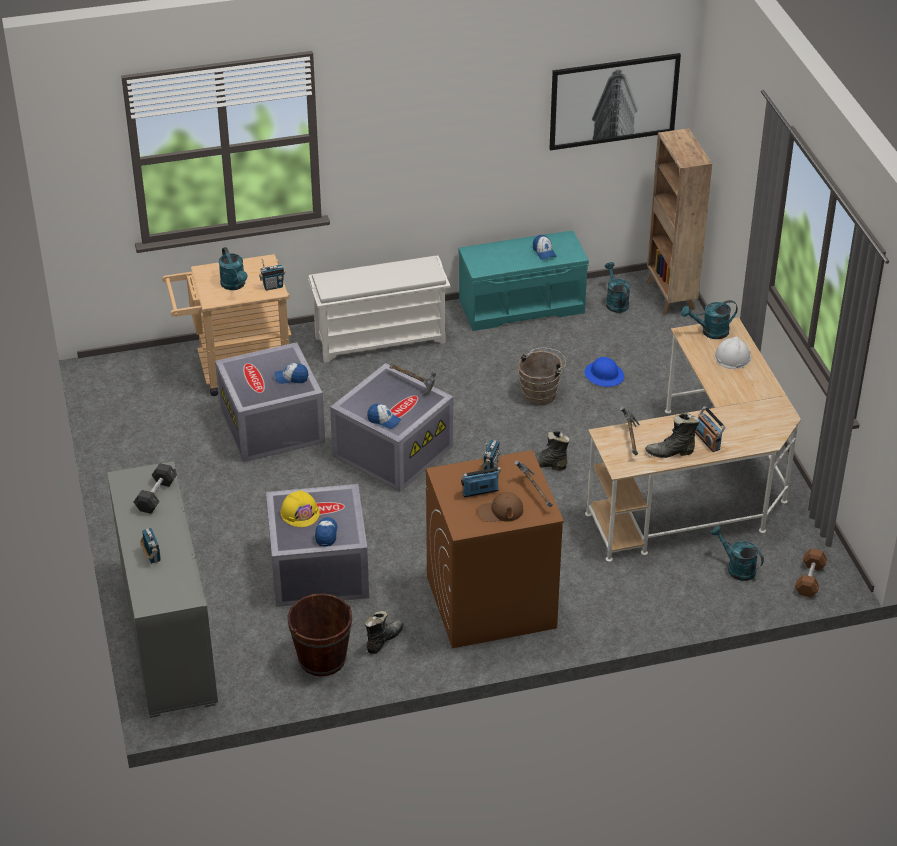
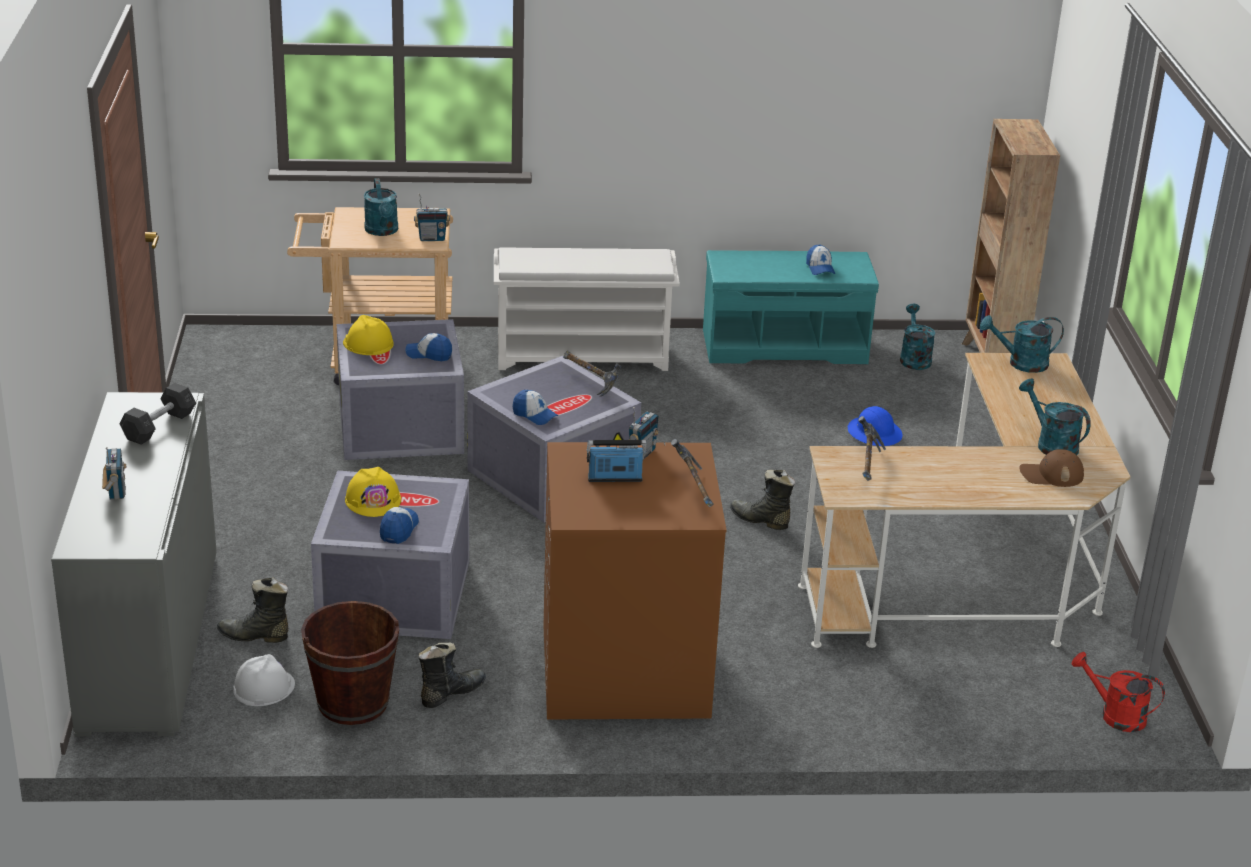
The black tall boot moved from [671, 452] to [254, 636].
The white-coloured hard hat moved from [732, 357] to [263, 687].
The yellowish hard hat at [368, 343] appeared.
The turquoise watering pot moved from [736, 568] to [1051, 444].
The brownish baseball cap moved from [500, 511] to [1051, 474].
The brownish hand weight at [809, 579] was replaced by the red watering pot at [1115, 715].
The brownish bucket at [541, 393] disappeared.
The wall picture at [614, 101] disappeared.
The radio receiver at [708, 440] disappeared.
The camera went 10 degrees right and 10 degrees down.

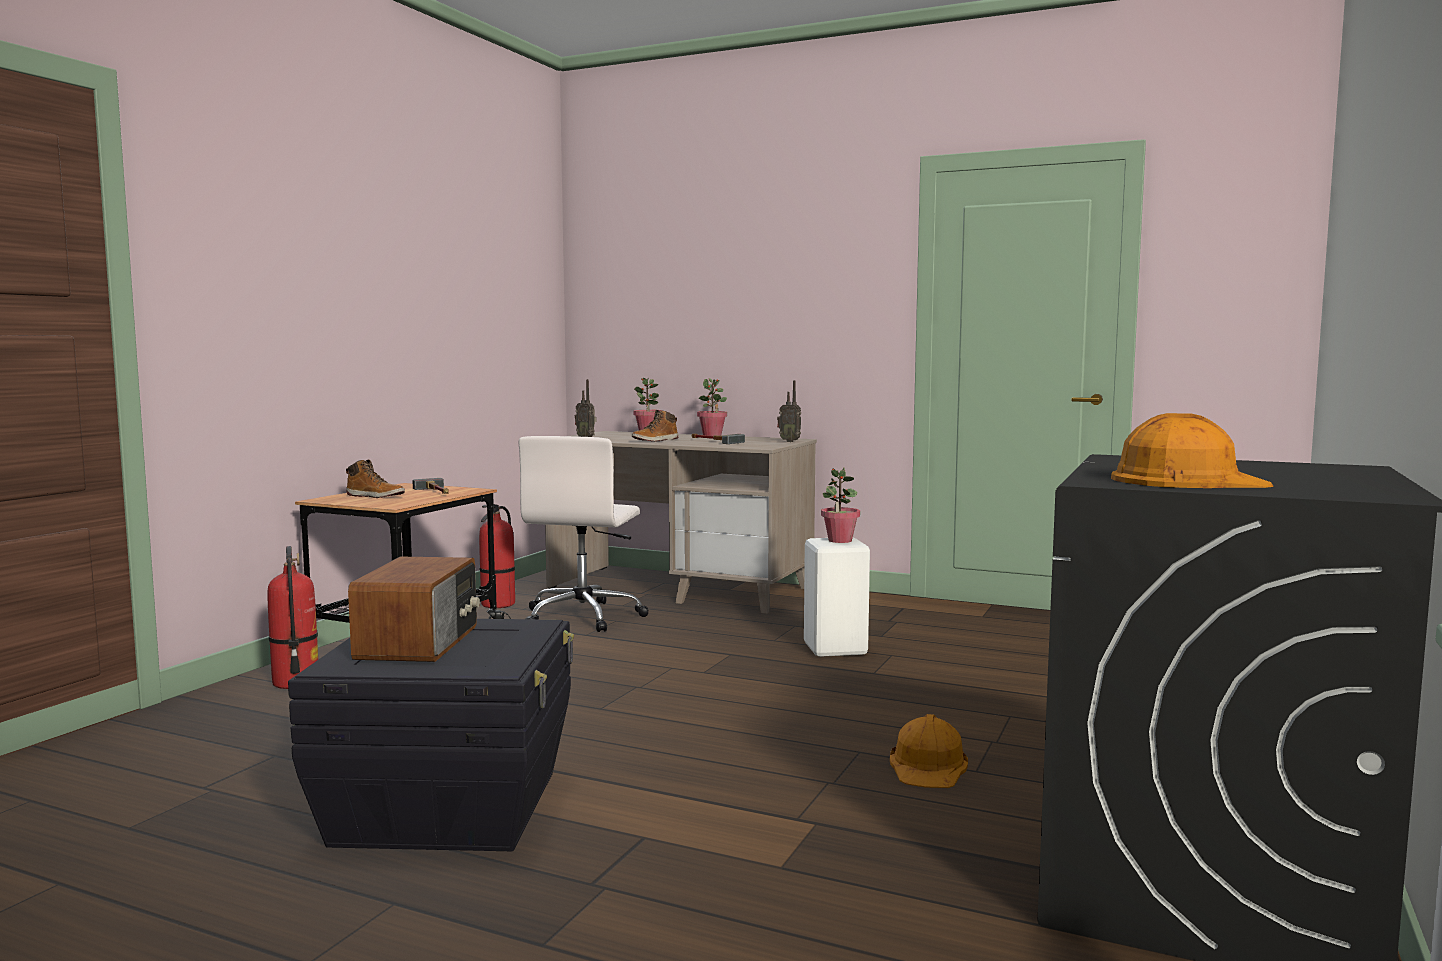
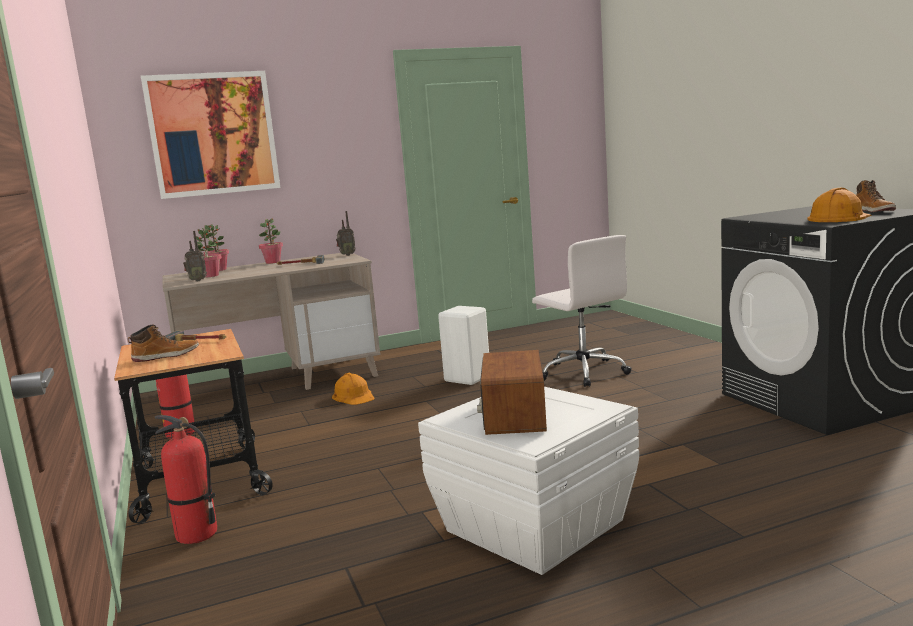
The wall picture at [213, 134] appeared.
The plant in a pot moved from [839, 540] to [210, 276].
The orange-coloured hard hat moved from [928, 765] to [354, 396].
The black storage container at [450, 806] became the white-coloured storage container at [534, 524].
The radio receiver at [420, 642] turned 135 degrees counterclockwise.
The white-coloured office chair moved from [583, 616] to [582, 372].
The tall boot moved from [656, 440] to [874, 211].
The camera went 45 degrees left and 5 degrees up.

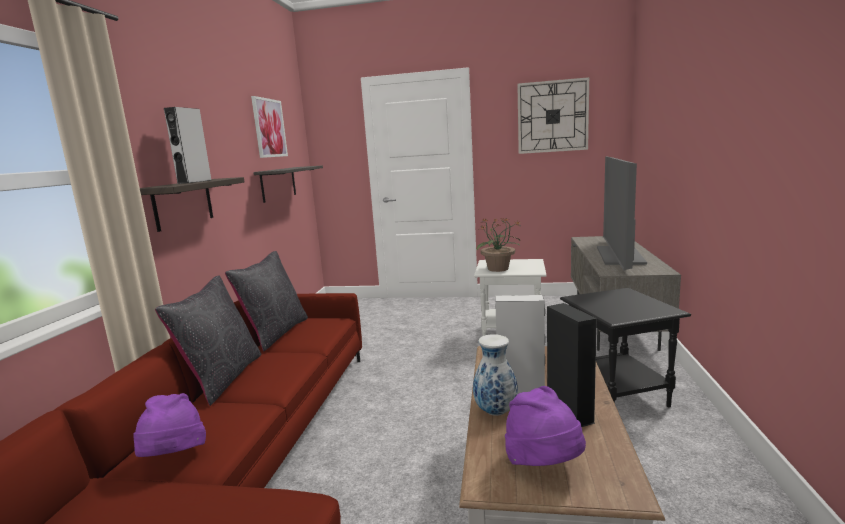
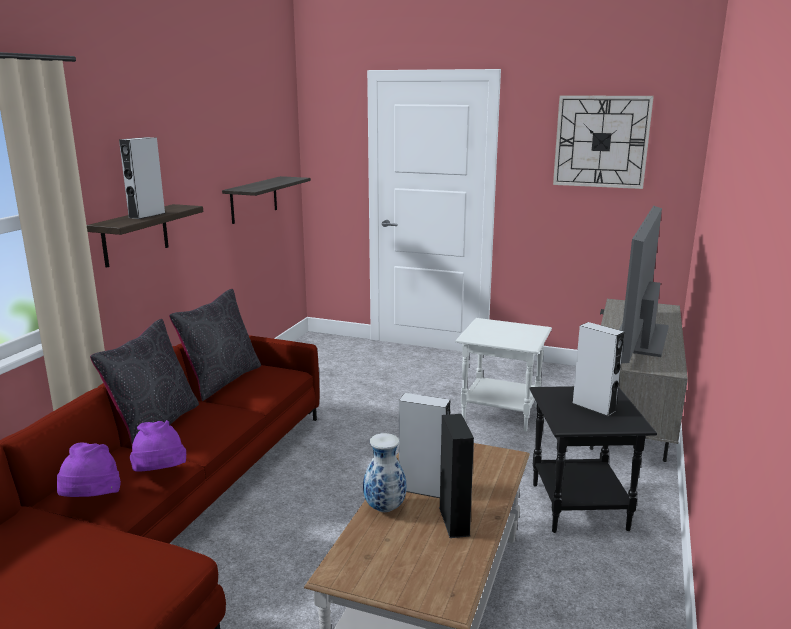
The purple wearable hat moved from [544, 464] to [160, 475].
The gray audio speaker at [593, 407] appeared.
The wall picture at [269, 128] disappeared.
The plant in a pot at [498, 269] disappeared.
The camera went 10 degrees right and 5 degrees up.

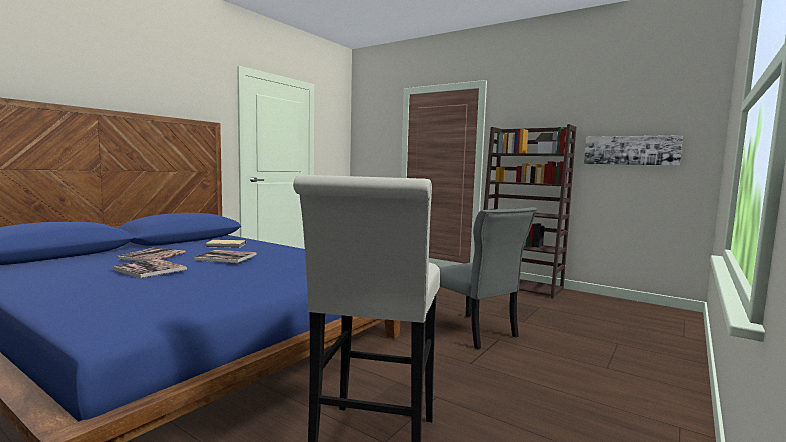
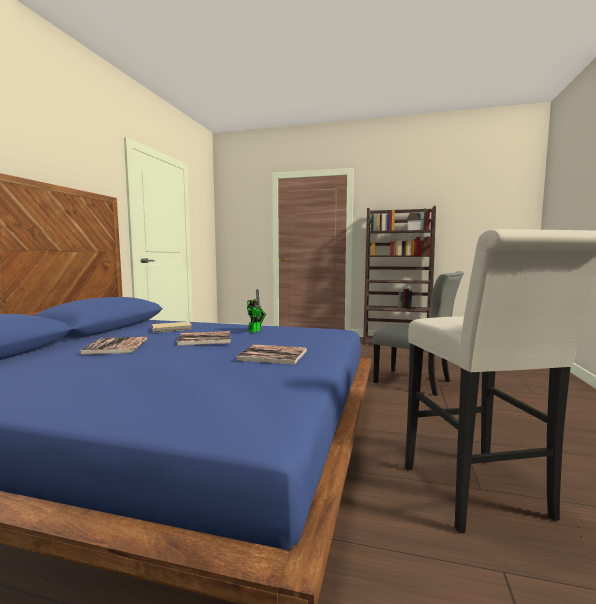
The volume moved from [150, 269] to [273, 355].
The model robot at [255, 330] appeared.
The wall picture at [630, 150] disappeared.
The camera went 20 degrees left and 0 degrees up.

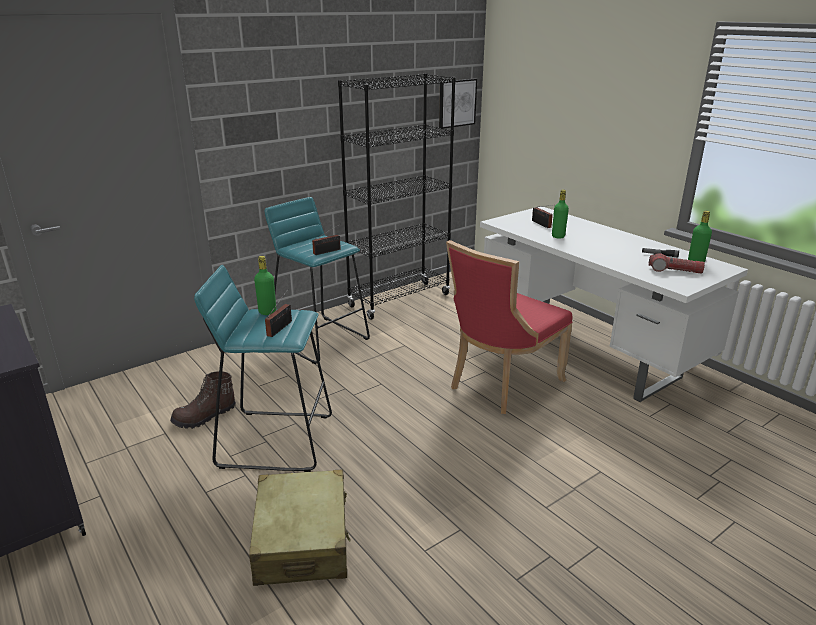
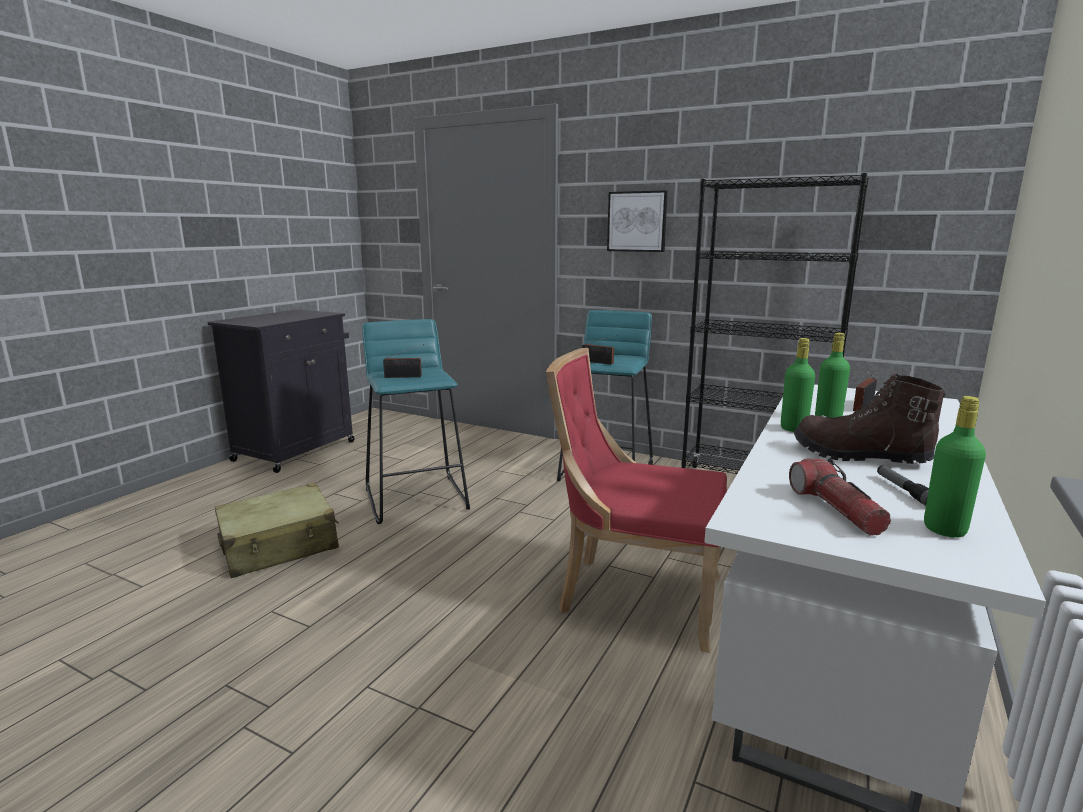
The wall picture moved from [456, 103] to [637, 221].
The green bottle moved from [267, 312] to [793, 429].
The brownish tall boot moved from [205, 417] to [859, 456].
The camera went 65 degrees right and 10 degrees down.

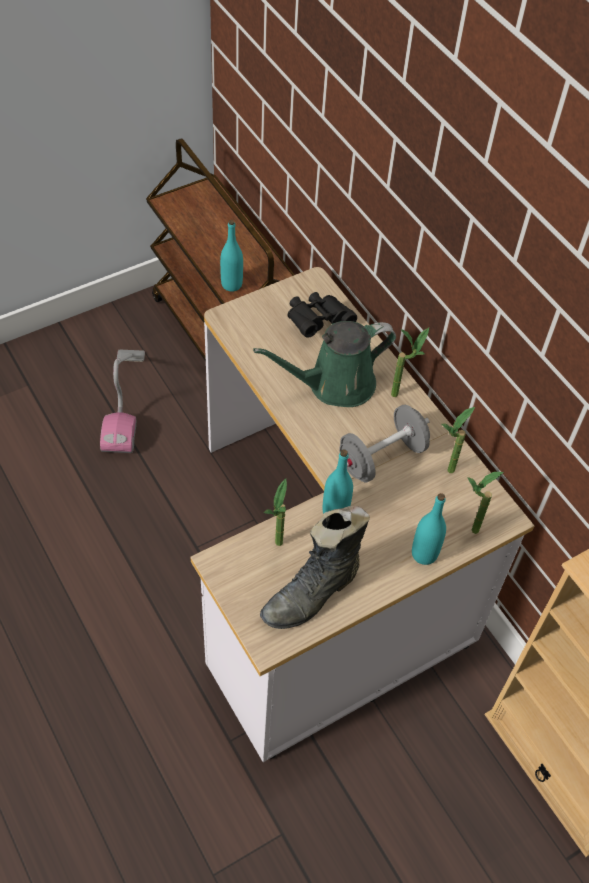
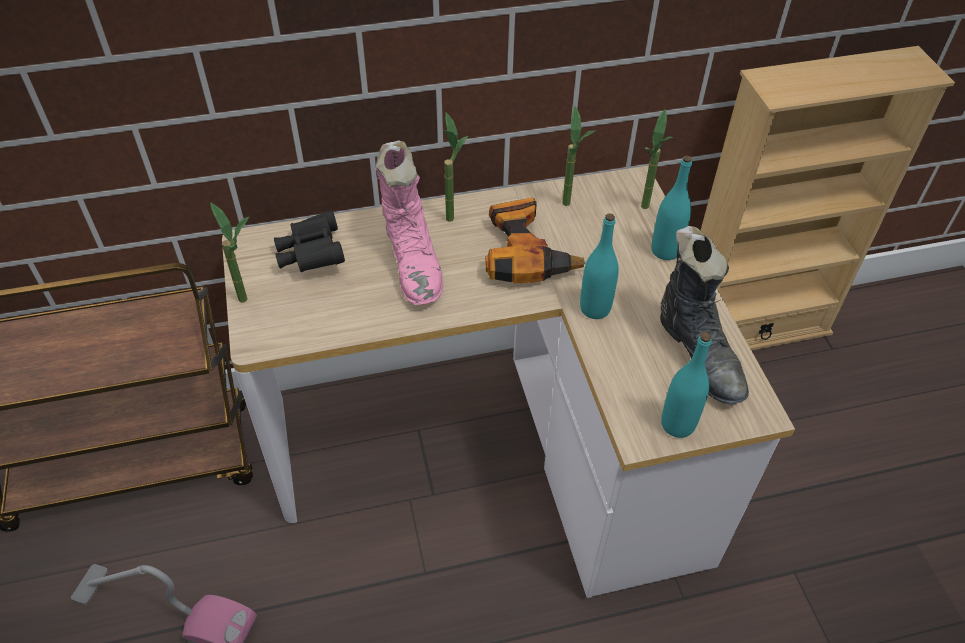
The plant in a pot moved from [277, 549] to [251, 302].
The green watering pot at [335, 384] was replaced by the pinkish tall boot at [414, 264].
The gray hand weight at [381, 457] was replaced by the power drill at [532, 251].
The turquoise bottle moved from [231, 284] to [677, 424].
The camera went 70 degrees left and 5 degrees down.

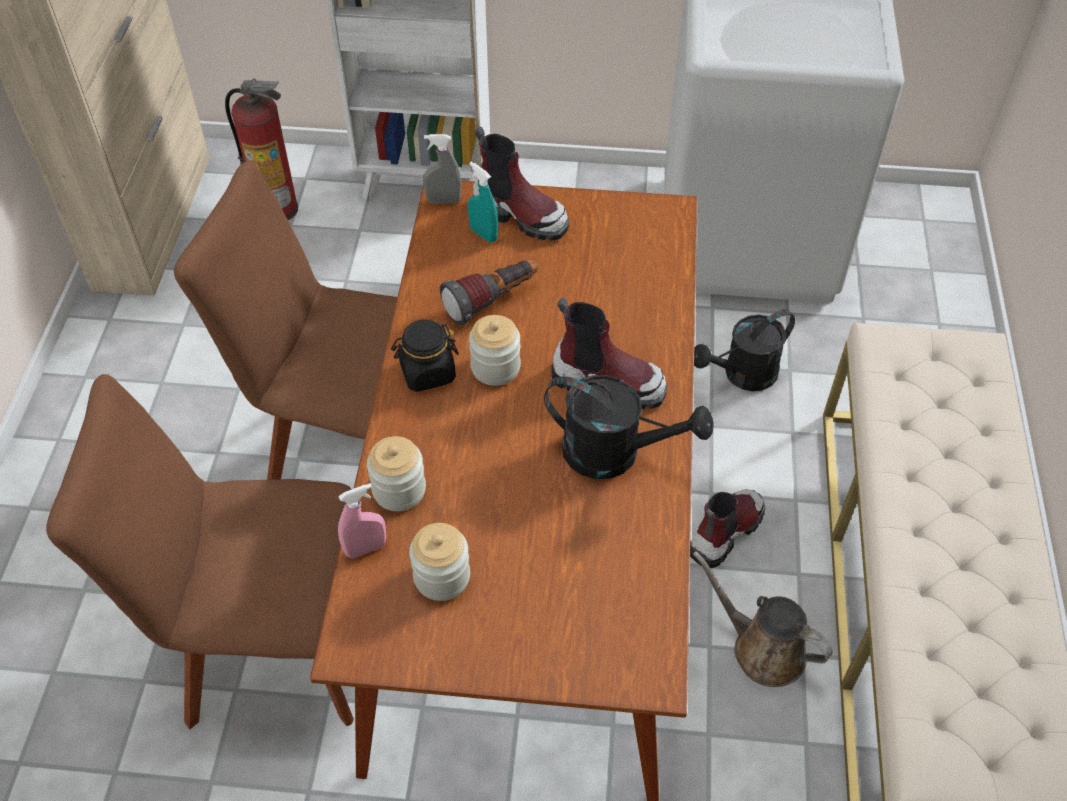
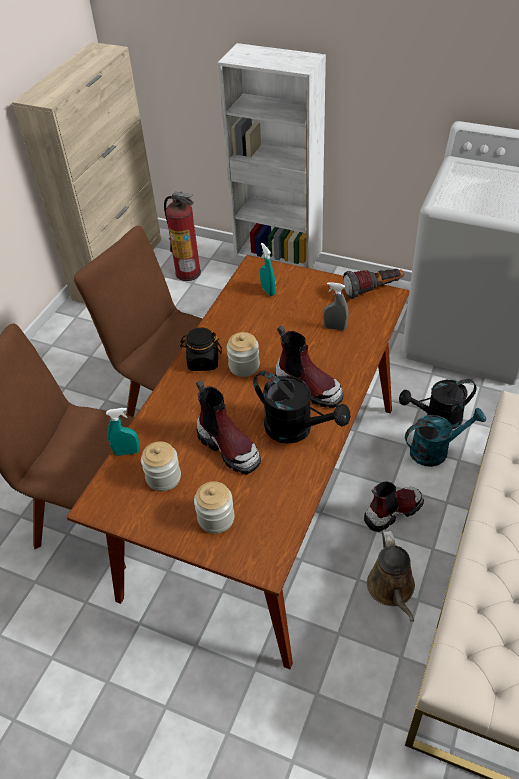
The pinkish sprayer at [366, 549] became the turquoise sprayer at [127, 452].
The storage jar moved from [399, 490] to [216, 518].
The tall boot moved from [520, 215] to [229, 447].
The gray sprayer moved from [443, 201] to [335, 327].
The flashlight moved from [492, 302] to [373, 290].
The brownish watering pot at [762, 649] turned 150 degrees counterclockwise.
The turquoise watering pot at [435, 450] appeared.
The camera went 20 degrees right and 5 degrees down.

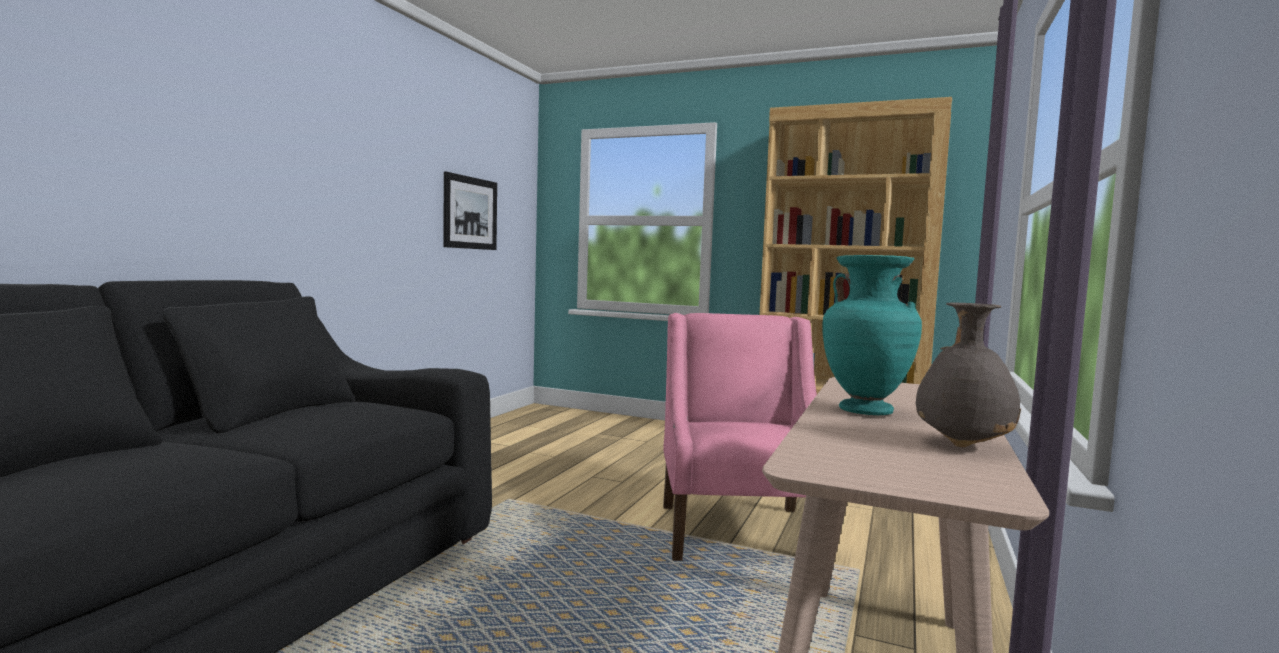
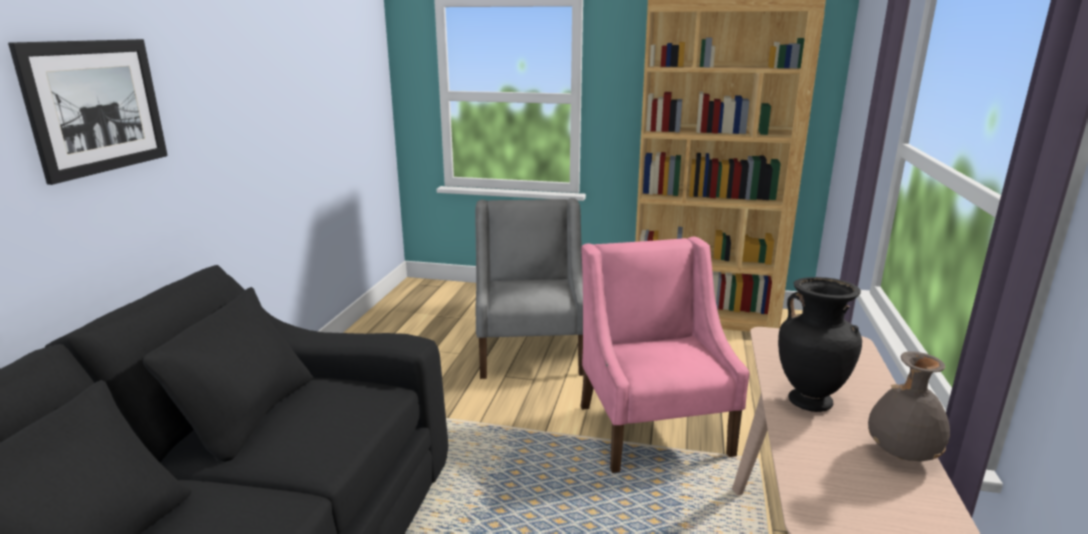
The wall picture moved from [470, 213] to [96, 106].
The gray armchair at [531, 352] appeared.
The turquoise decorative vase at [865, 411] became the black decorative vase at [809, 401].
The camera went 10 degrees left and 15 degrees up.

